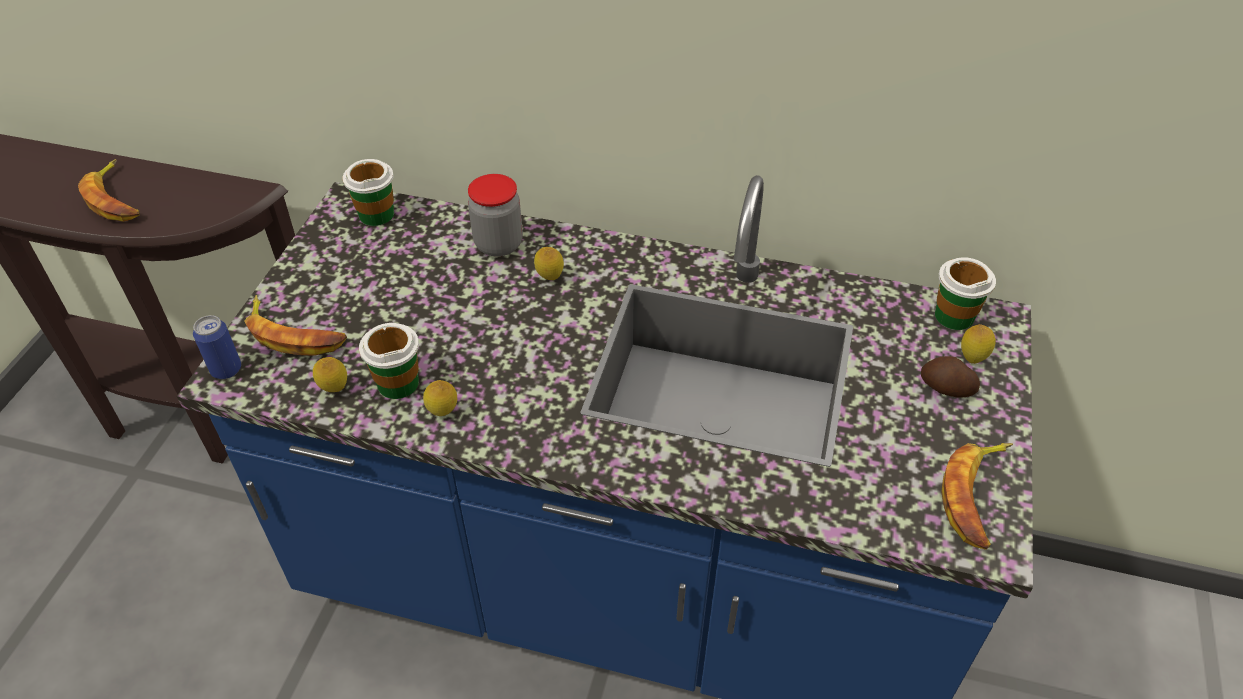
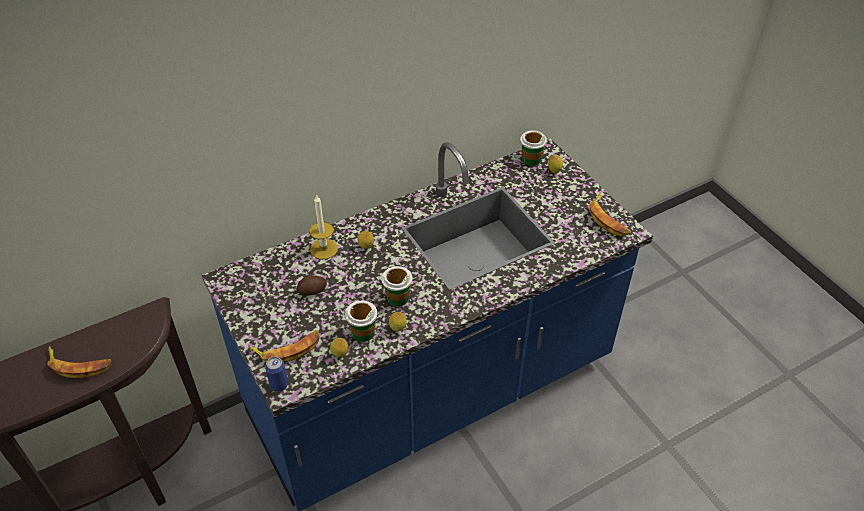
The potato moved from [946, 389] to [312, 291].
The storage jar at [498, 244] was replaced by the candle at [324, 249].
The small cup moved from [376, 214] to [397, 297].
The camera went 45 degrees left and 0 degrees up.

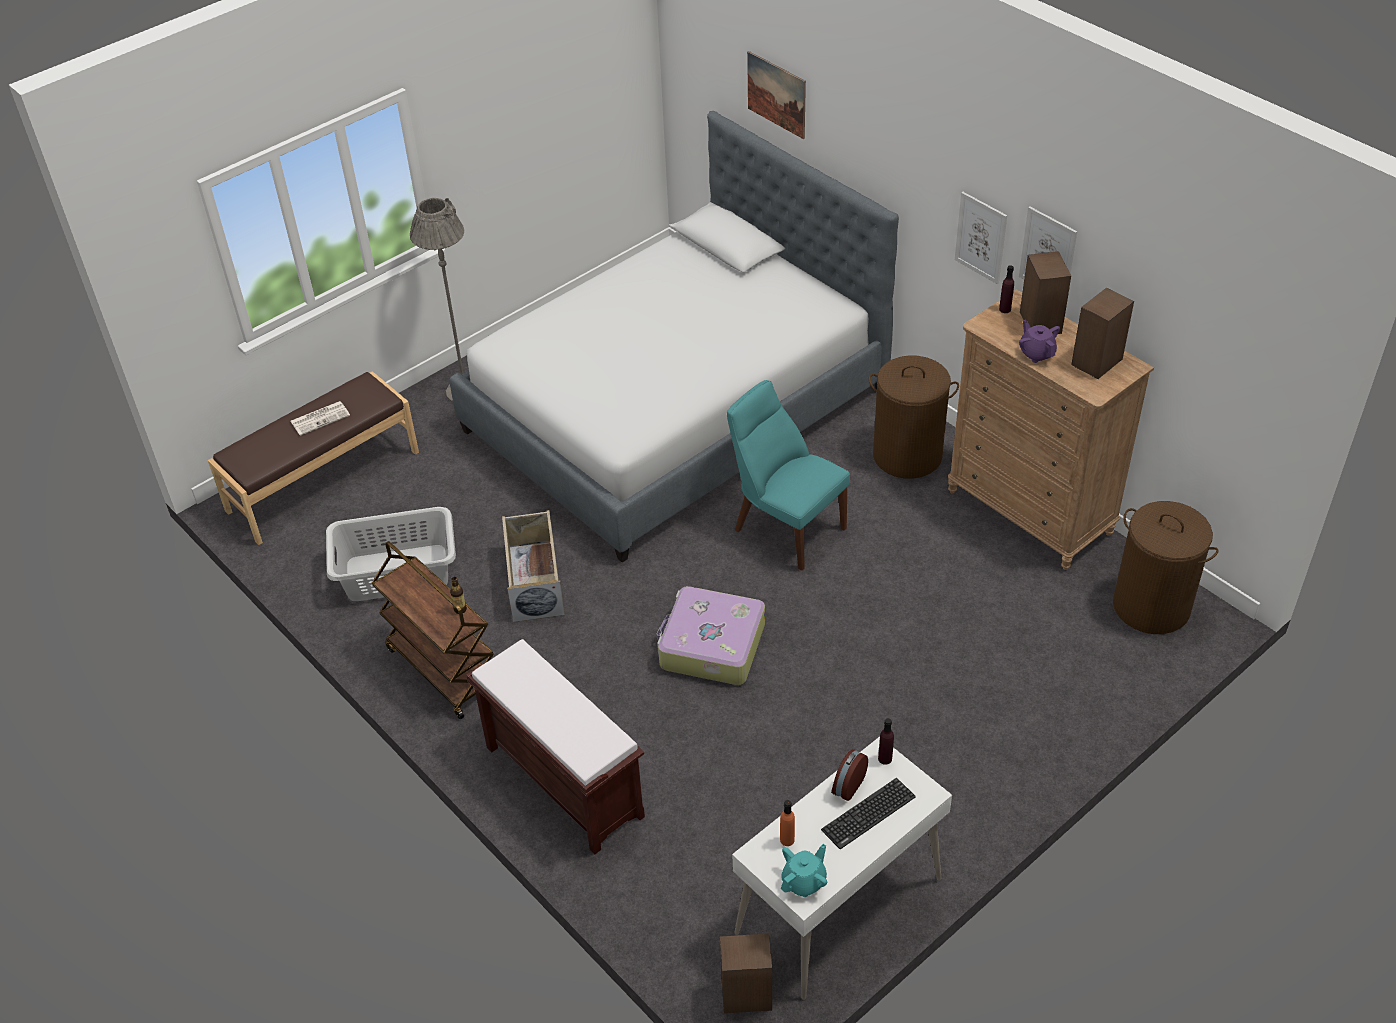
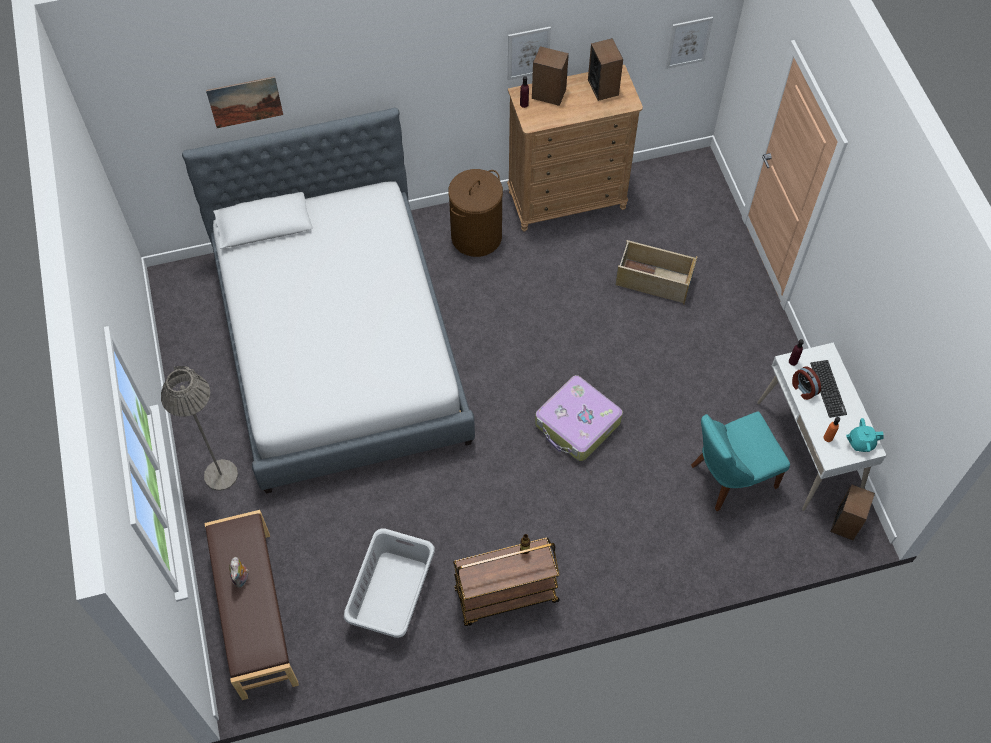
The daily paper at [320, 418] was replaced by the soft toy at [242, 578].
The sand-coloured storage container moved from [534, 580] to [653, 281].
The wall picture moved from [981, 237] to [688, 42].
The turquoise plain chair moved from [785, 527] to [729, 477].
The turquoise teapot at [804, 881] turned 75 degrees counterclockwise.
The brownish indoor bench at [562, 781] disappeared.
The purple teapot at [1036, 353] disappeared.
The brownish hamper at [1151, 606] disappeared.
The camera went 65 degrees left and 15 degrees up.

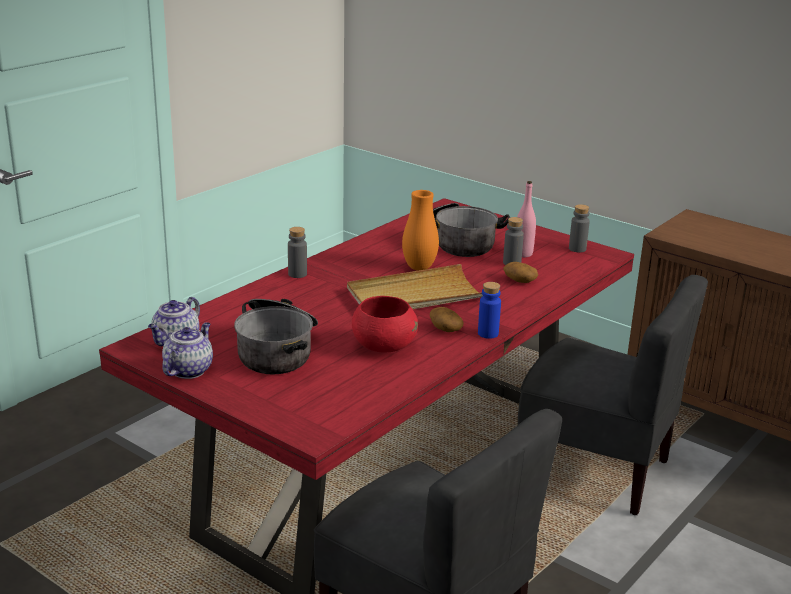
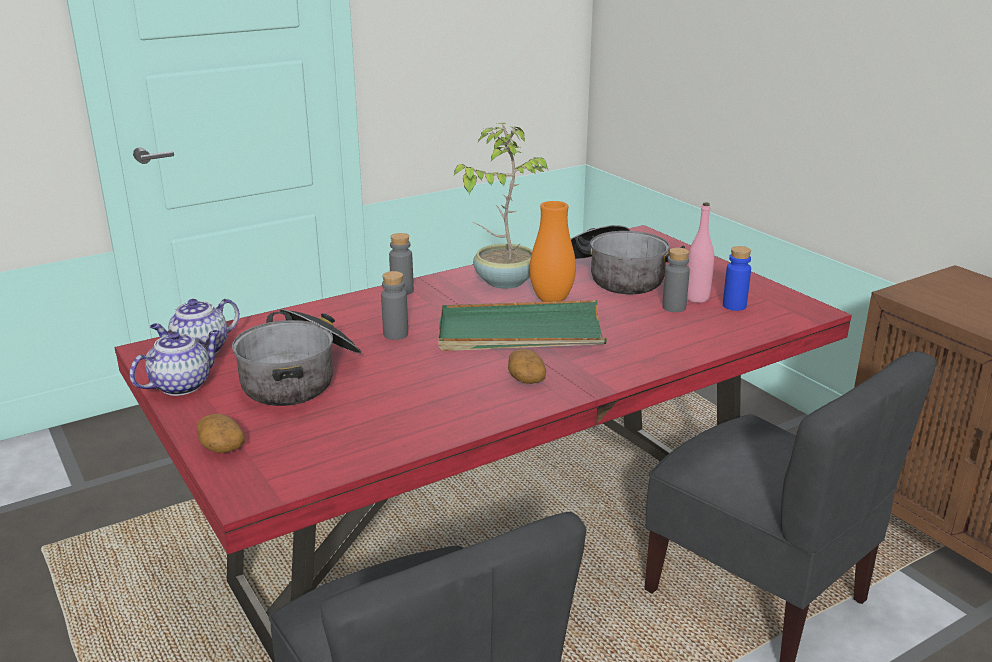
The potato moved from [519, 280] to [221, 446].
The gray bottle moved from [577, 249] to [395, 334].
The sand-coloured serving tray at [415, 296] became the green serving tray at [520, 333].
The plant in a pot at [503, 281] appeared.
The blue-coloured bottle moved from [488, 333] to [734, 306].
The red bowl at [383, 347] disappeared.
The camera went 20 degrees right and 0 degrees up.

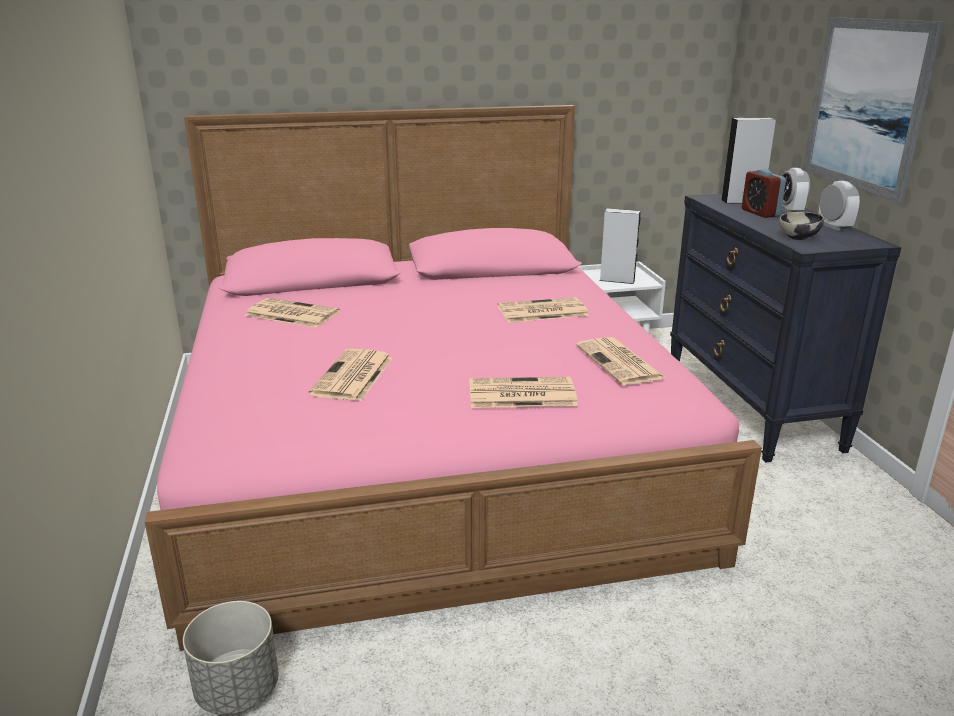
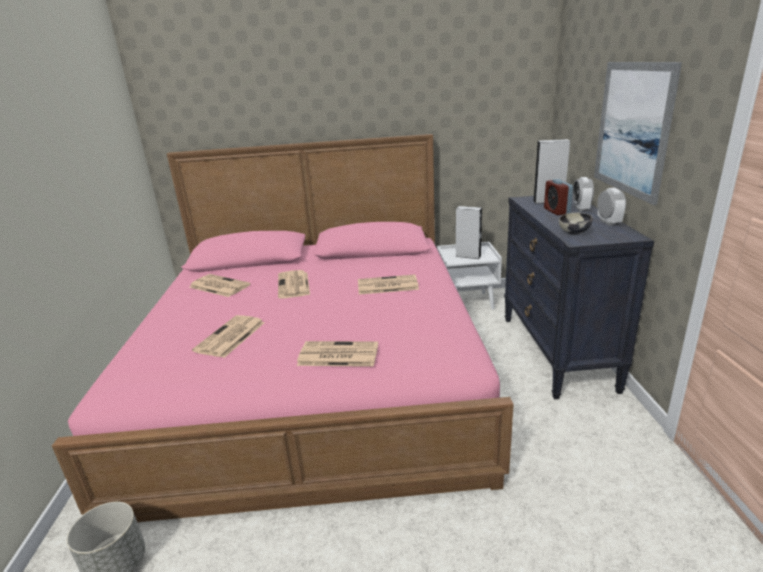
The daily paper moved from [620, 363] to [294, 285].
The camera went 10 degrees right and 0 degrees up.

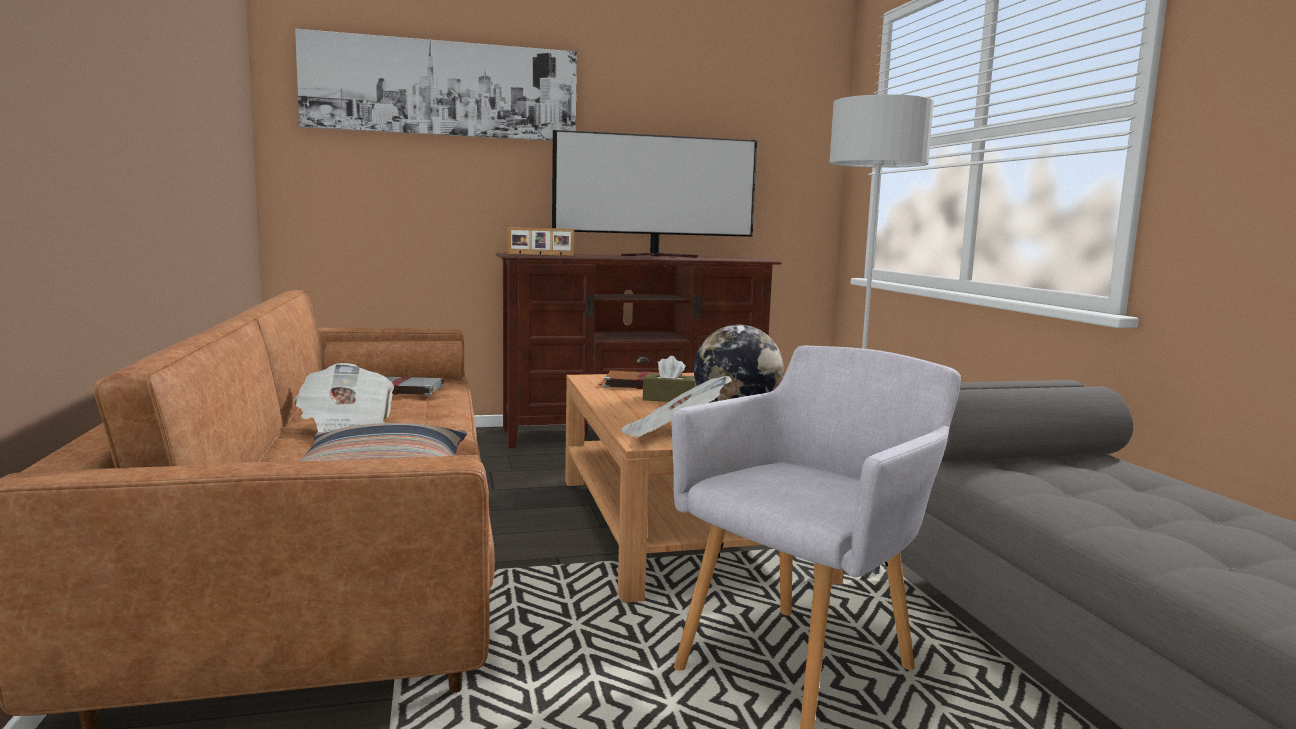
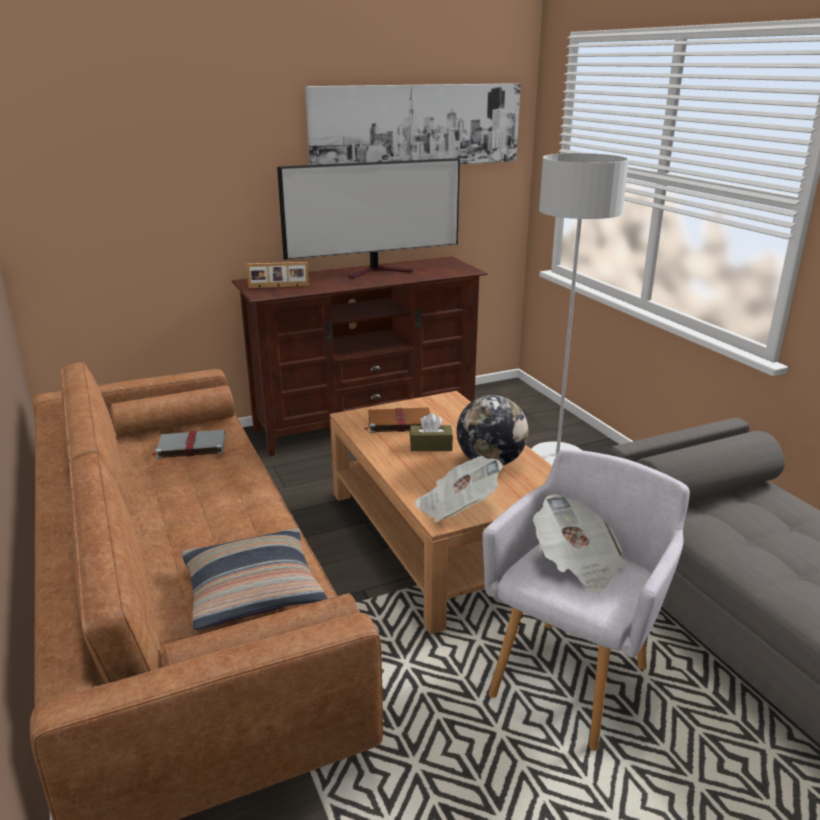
The wall picture moved from [442, 88] to [417, 126].
The daily paper moved from [345, 426] to [577, 563].
The camera went 10 degrees left and 15 degrees up.

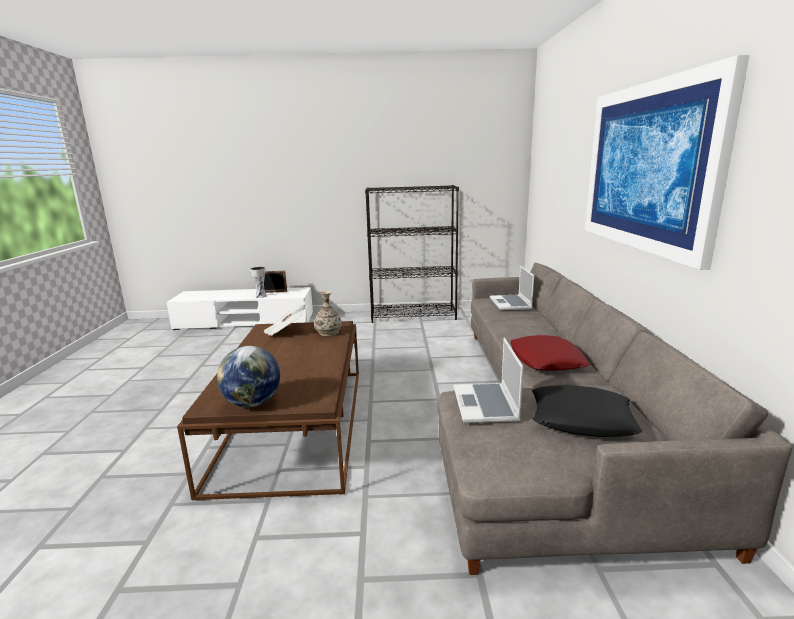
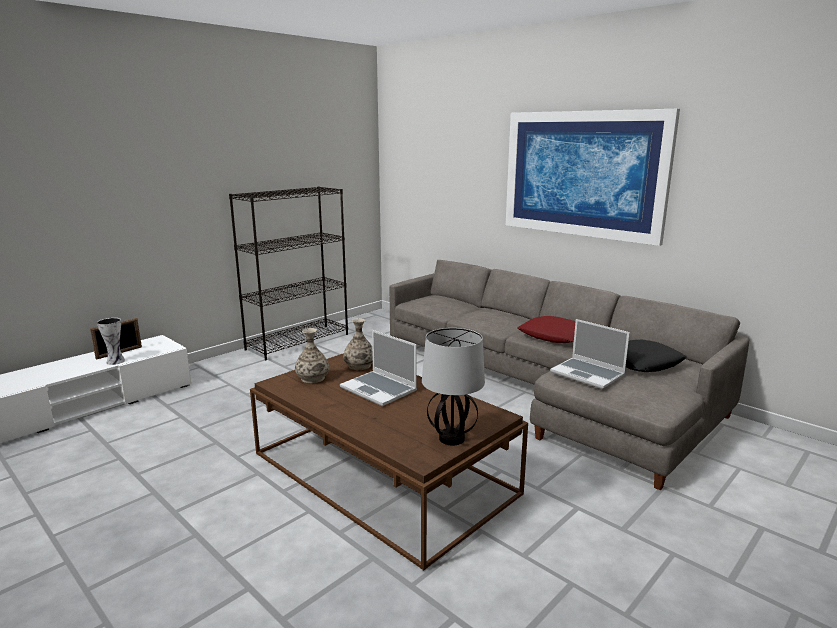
The daily paper at [286, 331] was replaced by the decorative vase at [312, 378].
The portable computer moved from [511, 303] to [379, 389].
The globe at [252, 403] was replaced by the lamp for a table at [452, 439].
The camera went 45 degrees left and 0 degrees up.

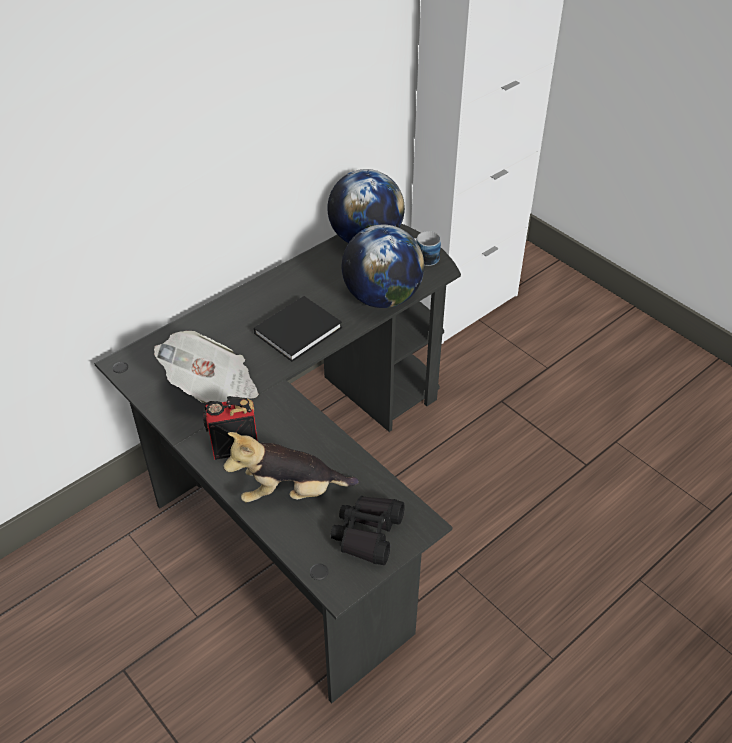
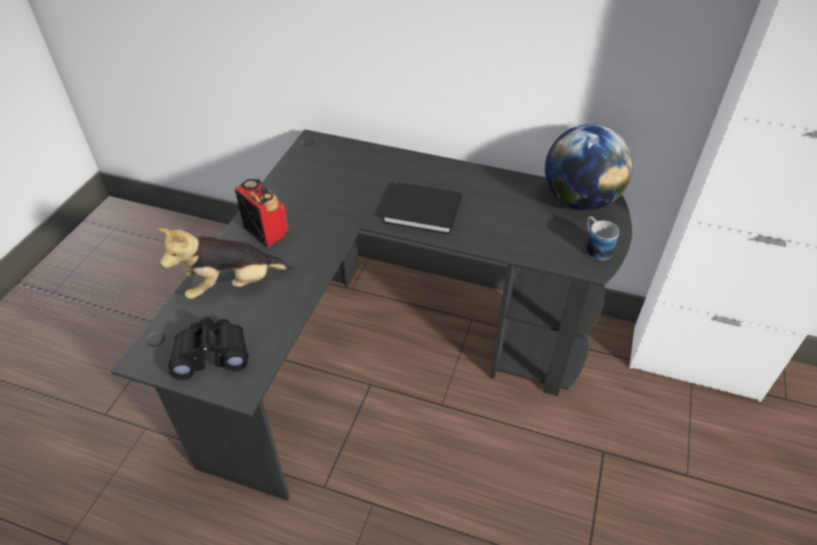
The soft toy at [291, 492] turned 75 degrees counterclockwise.
The daily paper at [212, 387] disappeared.
The globe at [382, 297] disappeared.
The camera went 60 degrees right and 0 degrees up.

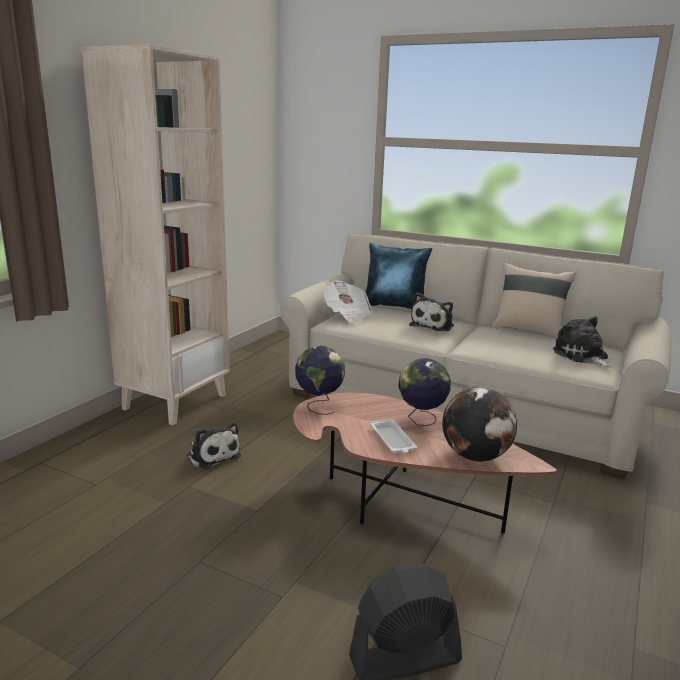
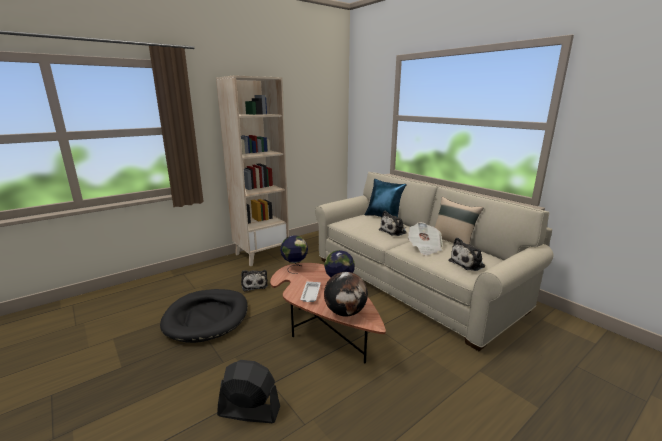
The black dog cushion at [207, 317] appeared.
The daily paper moved from [347, 314] to [424, 248].
The soft toy at [581, 356] turned 120 degrees counterclockwise.
The camera went 25 degrees right and 0 degrees up.

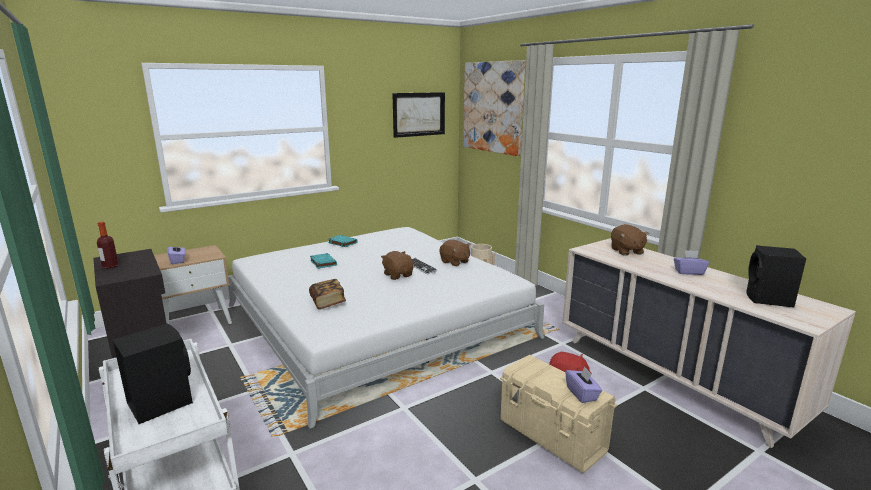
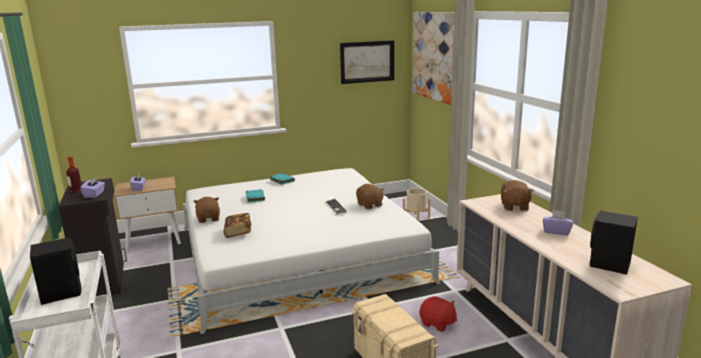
The purple tissue box moved from [582, 394] to [94, 194].
The brownish soft toy moved from [398, 275] to [208, 219].
The camera went 15 degrees right and 0 degrees up.

